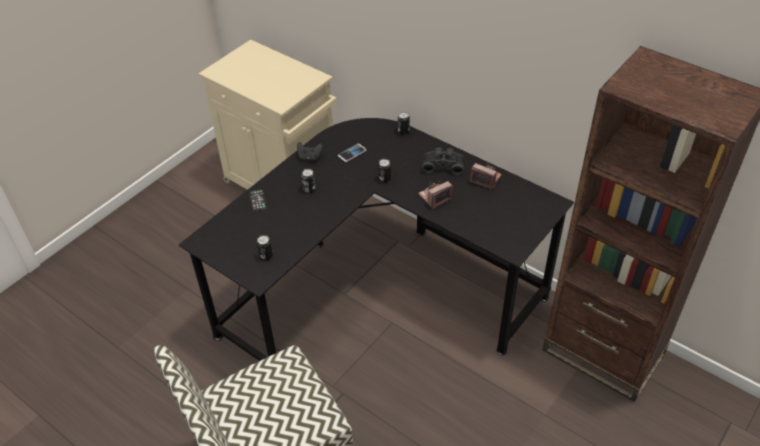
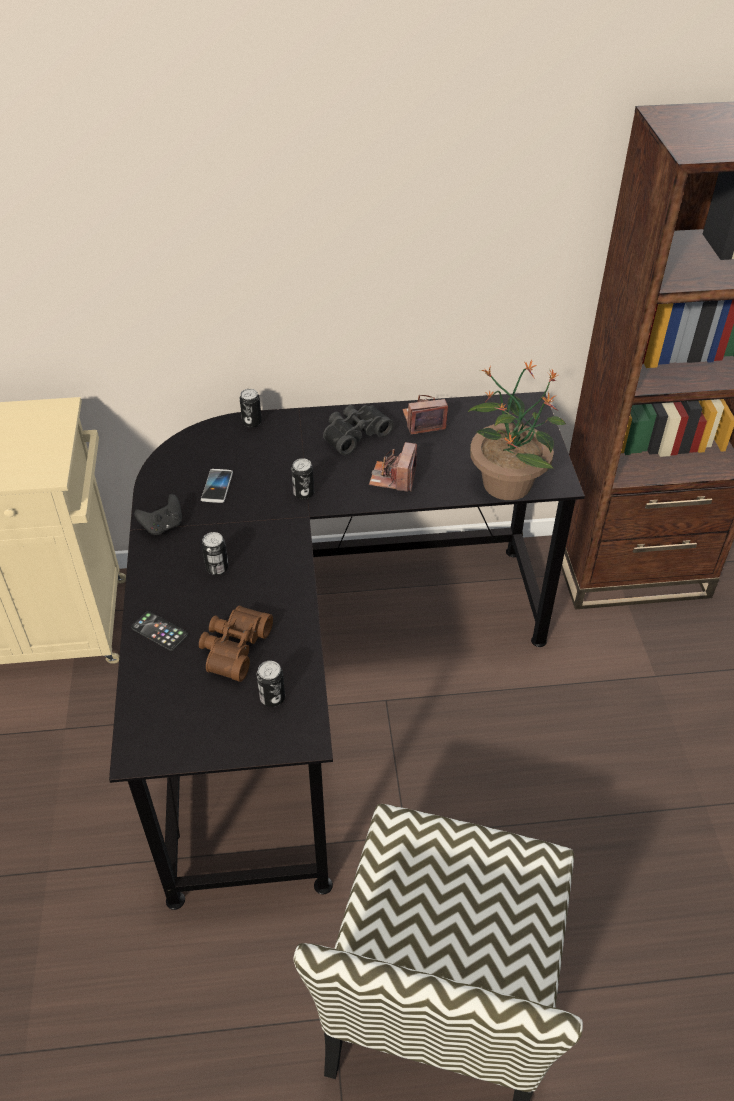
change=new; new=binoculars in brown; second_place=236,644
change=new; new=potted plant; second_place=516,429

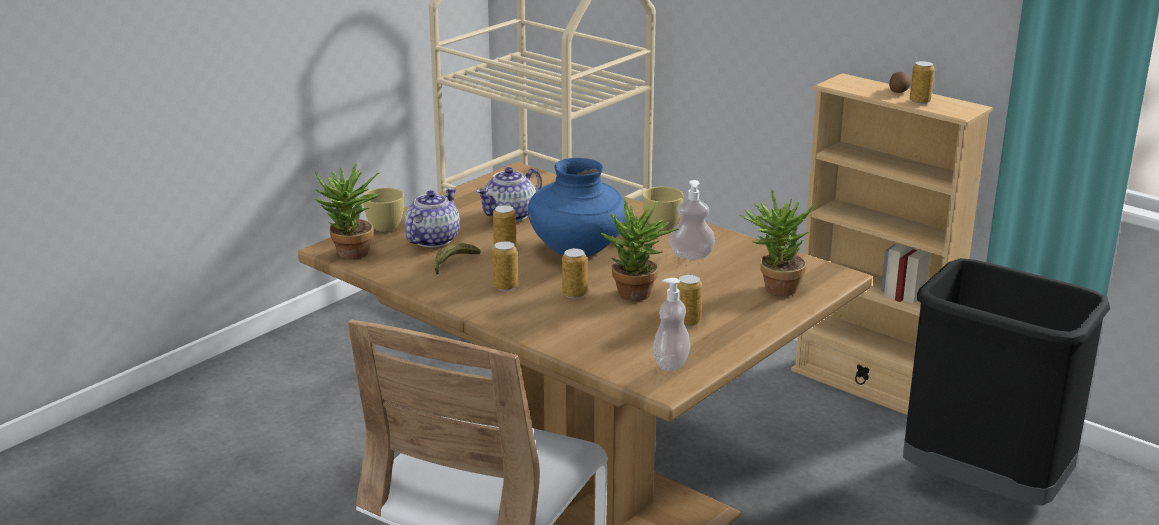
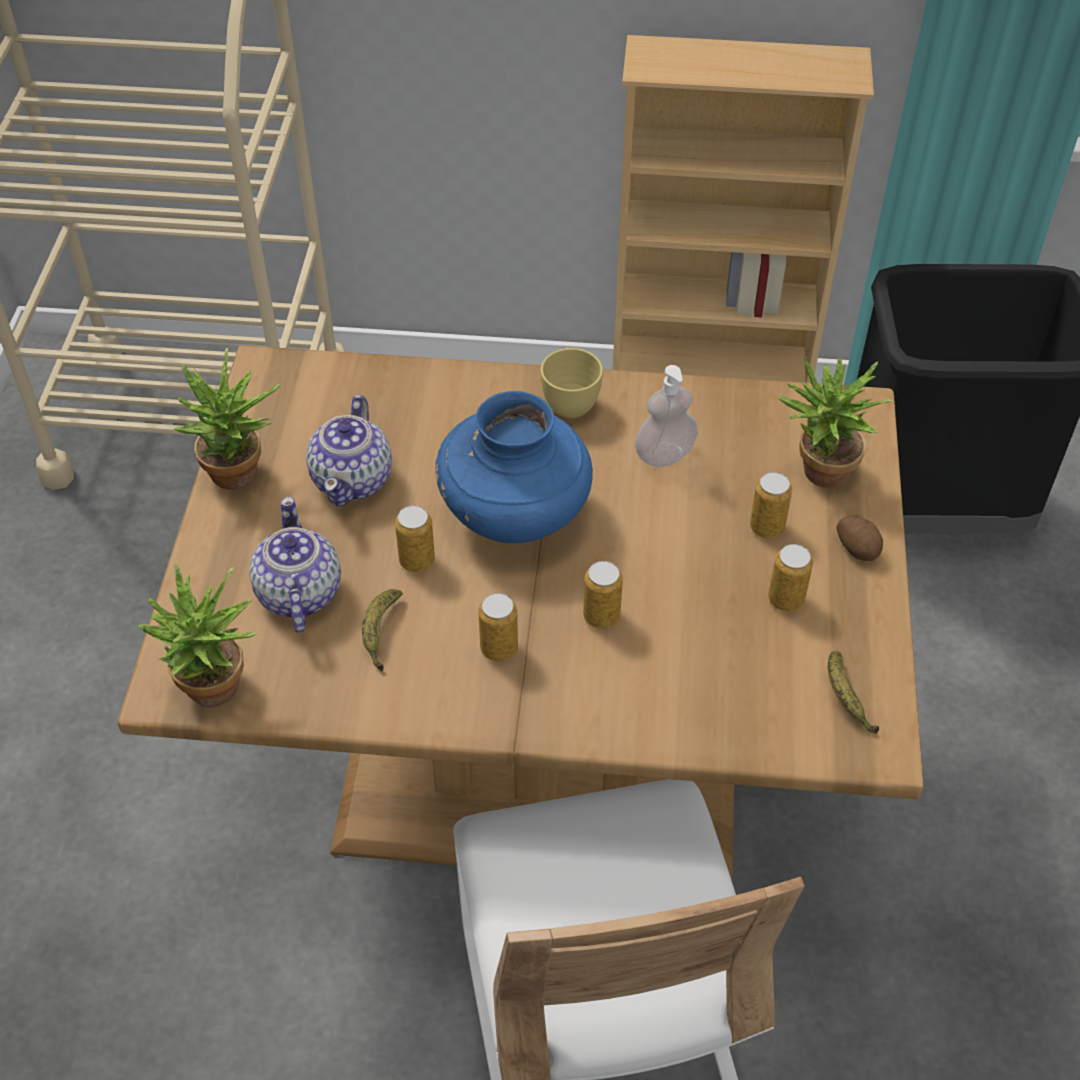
change=gone; old=cup in yellow; first_place=383,210
change=shifted; old=potted plant; first_place=640,249; second_place=227,419
change=shifted; old=potato; first_place=900,82; second_place=859,538
change=shifted; old=can; first_place=922,82; second_place=771,505
change=swapped; old=soap dispenser; new=banana; first_place=671,324; second_place=853,692

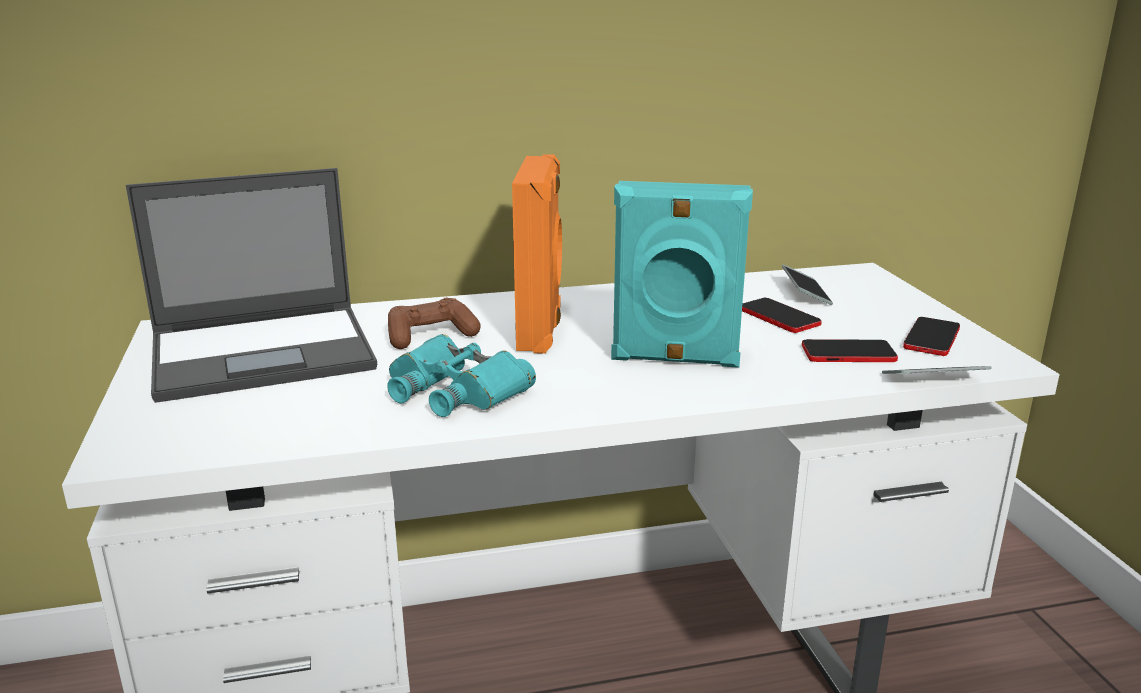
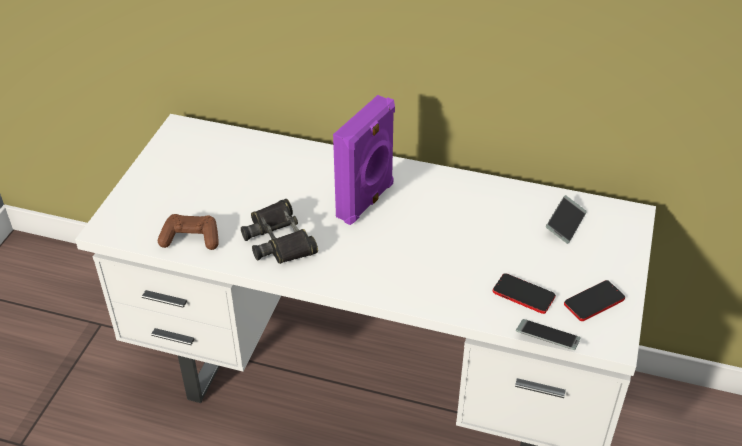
change=gone; old=laptop; first_place=251,285
change=gone; old=speaker in turquoise; first_place=682,274
change=gone; old=phone; first_place=782,315
change=shifted; old=game controller in brown; first_place=434,323; second_place=188,232
change=repainted; old=binoculars in turquoise; new=binoculars in black; first_place=461,375; second_place=279,231
change=repainted; old=speaker in orange; new=speaker in purple; first_place=537,254; second_place=364,160

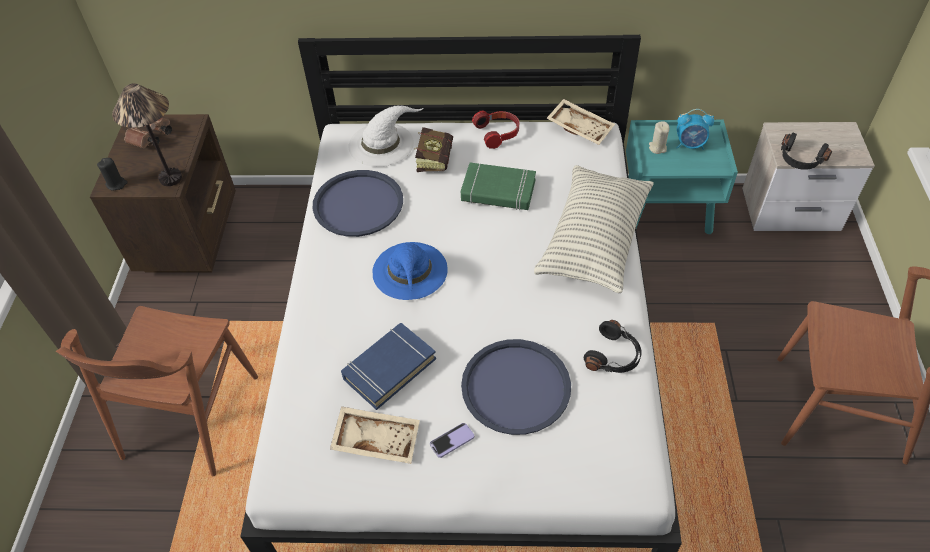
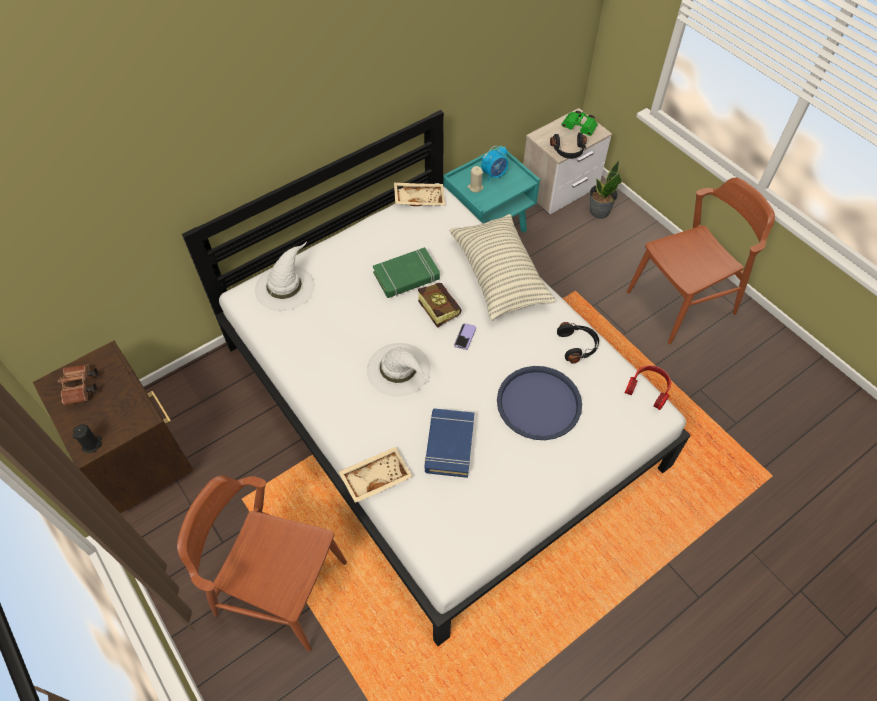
change=gone; old=table lamp; first_place=147,134
change=gone; old=tray in blue; first_place=358,203
change=new; new=binoculars in green; second_place=579,123
change=new; new=potted plant; second_place=606,190
change=shifted; old=tray in beige; first_place=375,435; second_place=375,475
change=shifted; old=book; first_place=433,149; second_place=440,305
change=shifted; old=phone; first_place=452,440; second_place=465,336
change=shifted; old=headphones; first_place=495,129; second_place=648,387
change=repainted; old=hat in blue; new=hat in white; first_place=410,271; second_place=399,370
change=rotated; old=chair in brown; first_place=157,391; second_place=262,563; degrees=135

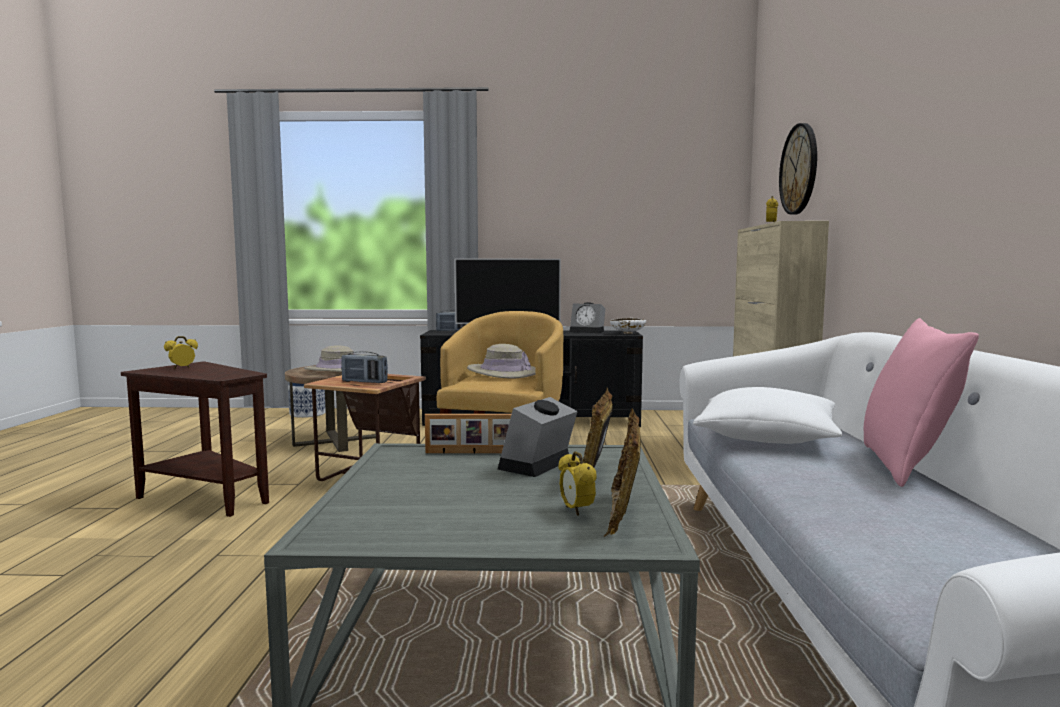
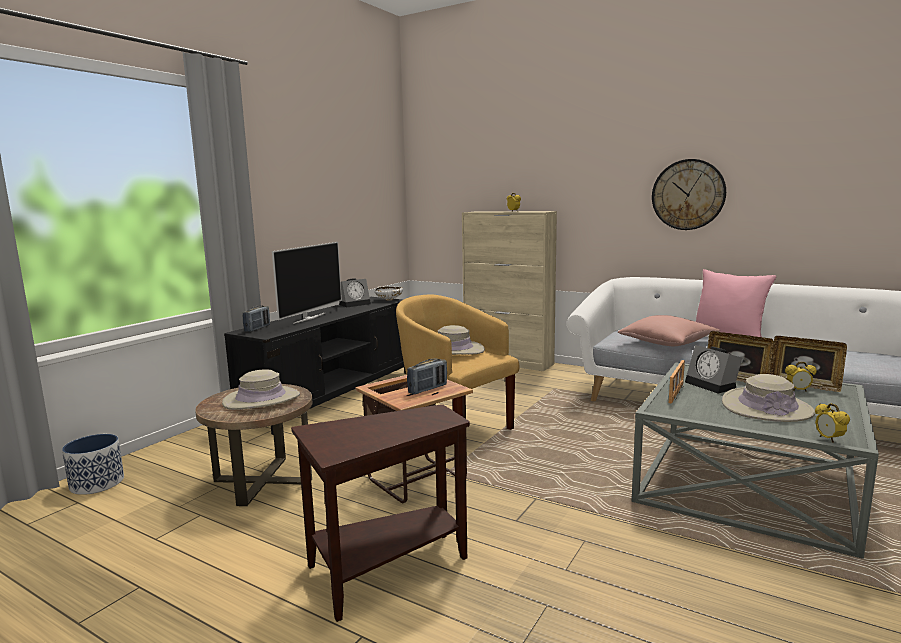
change=new; new=hat in beige; second_place=768,398
change=shifted; old=alarm clock; first_place=181,352; second_place=832,423
change=shifted; old=wall clock; first_place=798,169; second_place=689,194
change=repainted; old=pillow in white; new=pillow in pink; first_place=767,415; second_place=669,330

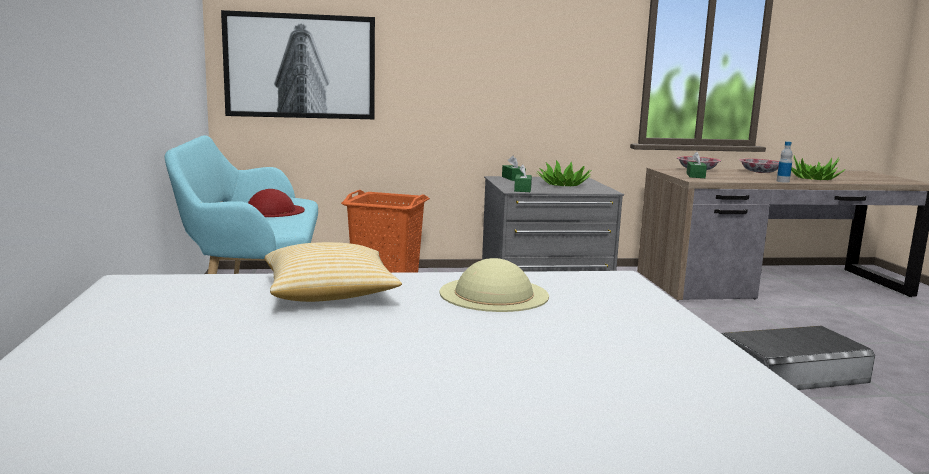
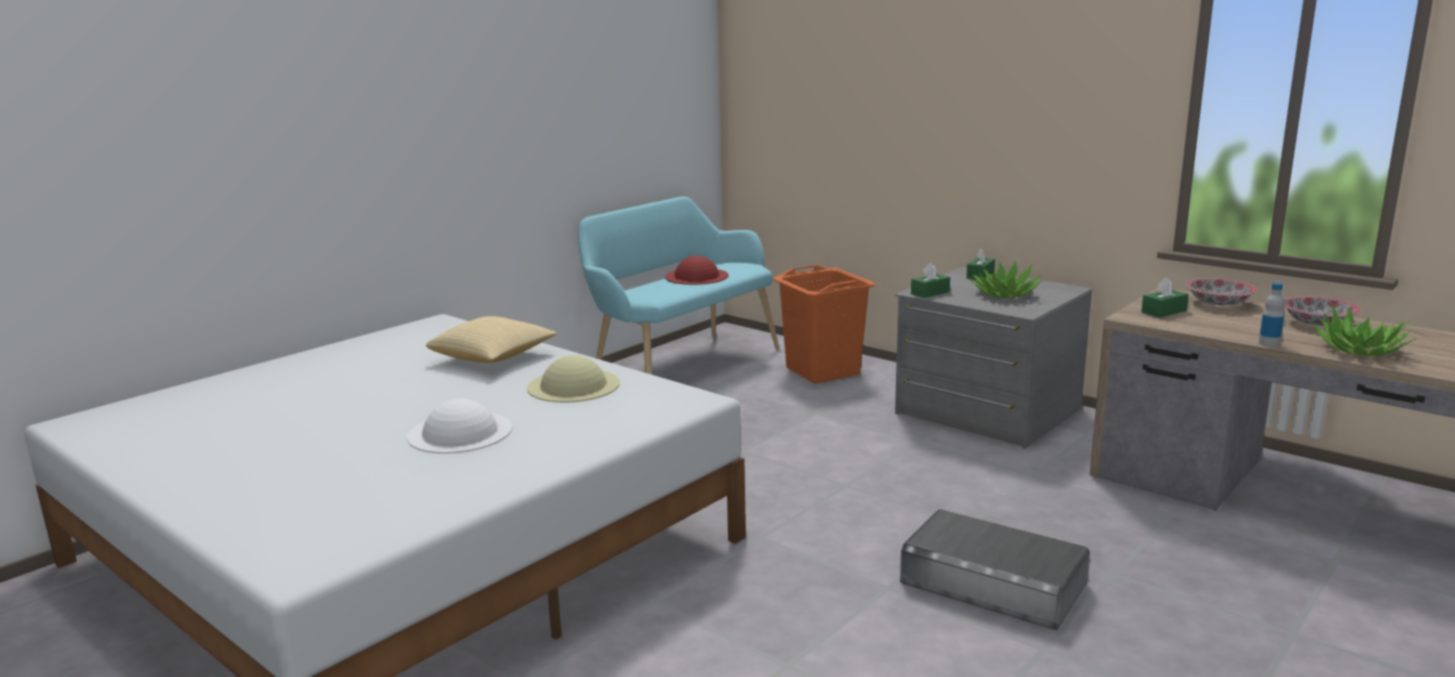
change=gone; old=picture; first_place=298,64
change=new; new=hat in white; second_place=459,426

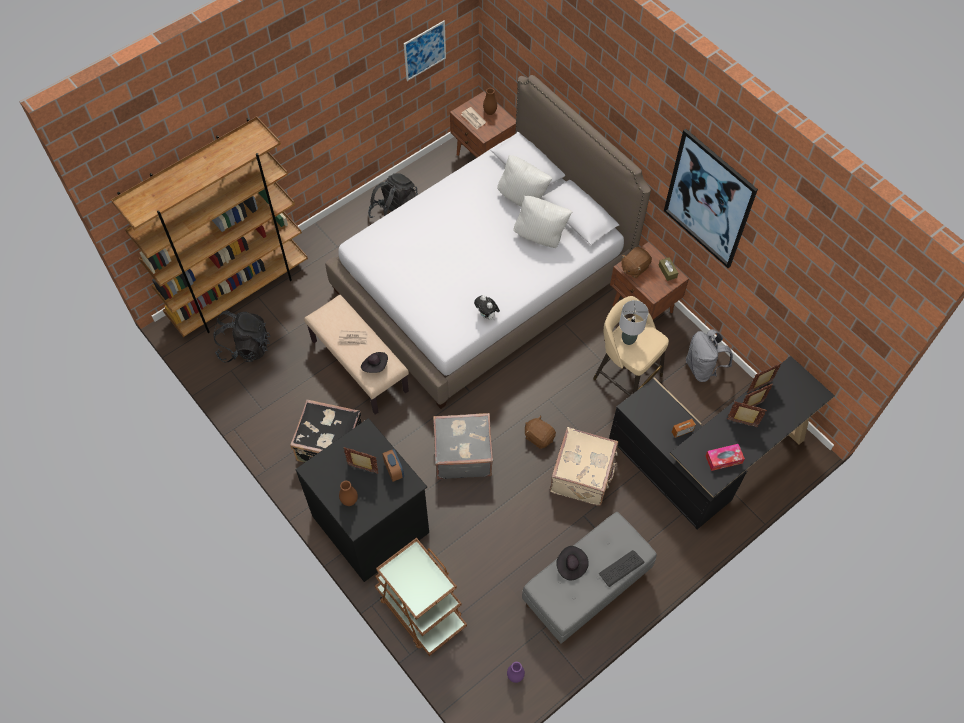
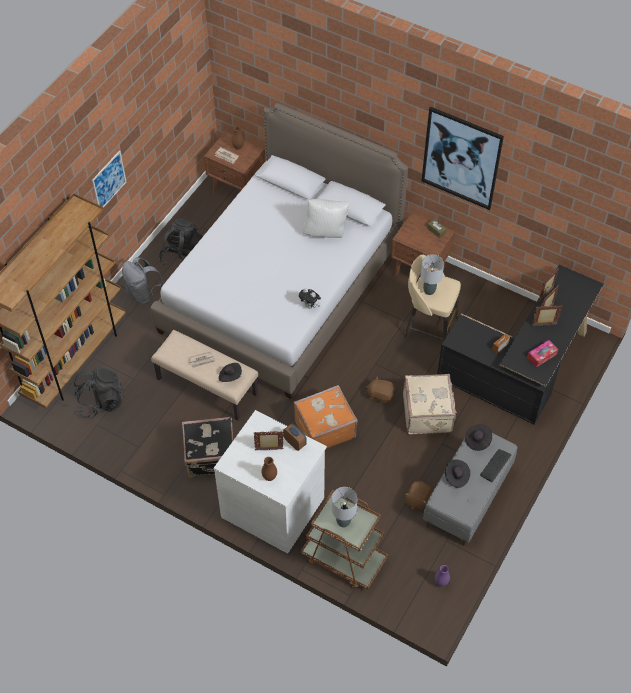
change=gone; old=pillow in white; first_place=524,181
change=new; new=table lamp in grey; second_place=344,507
change=new; new=hat in black; second_place=478,437
change=shifted; old=picture; first_place=425,51; second_place=109,179
change=shifted; old=plush toy in brown; first_place=636,262; second_place=418,495
change=shifted; old=backpack in grey; first_place=709,355; second_place=143,280
change=repainted; old=dresser in black; new=dresser in white; first_place=362,500; second_place=270,482
change=repainted; old=suitcase in grey; new=suitcase in orange; first_place=463,446; second_place=326,417

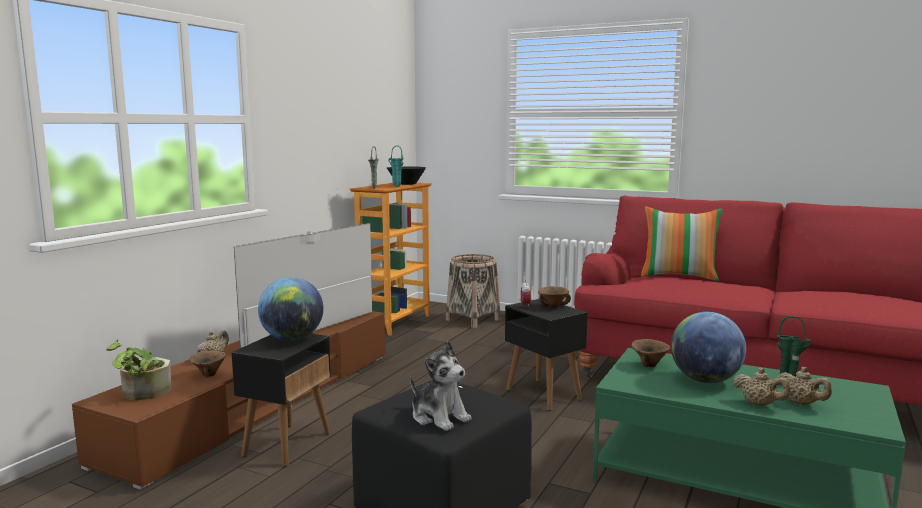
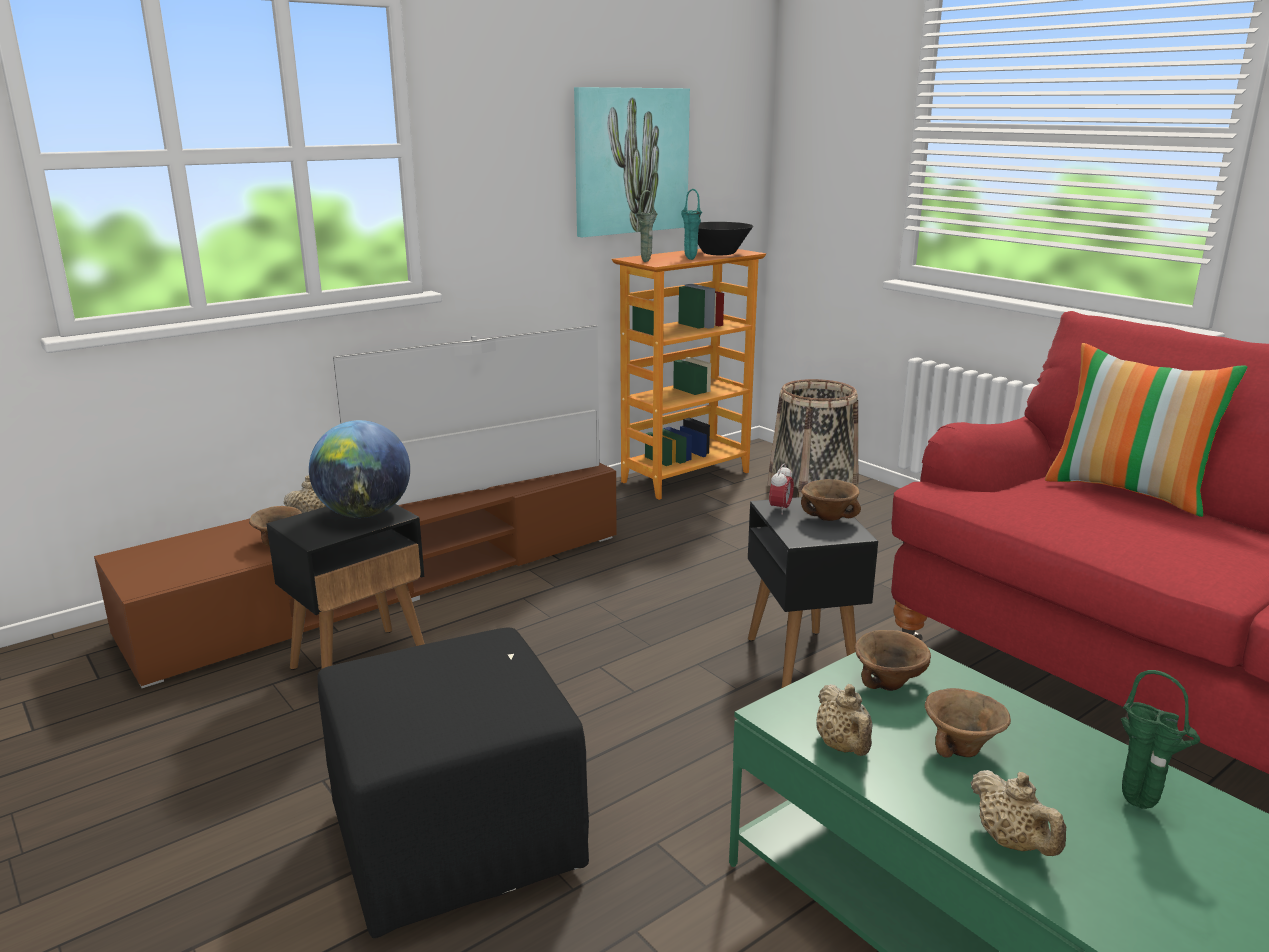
change=gone; old=potted plant; first_place=139,370
change=gone; old=plush toy; first_place=441,386
change=new; new=picture; second_place=632,162
change=shifted; old=teapot in beige; first_place=804,386; second_place=844,720
change=swapped; old=globe; new=bowl in brown; first_place=708,347; second_place=968,723

